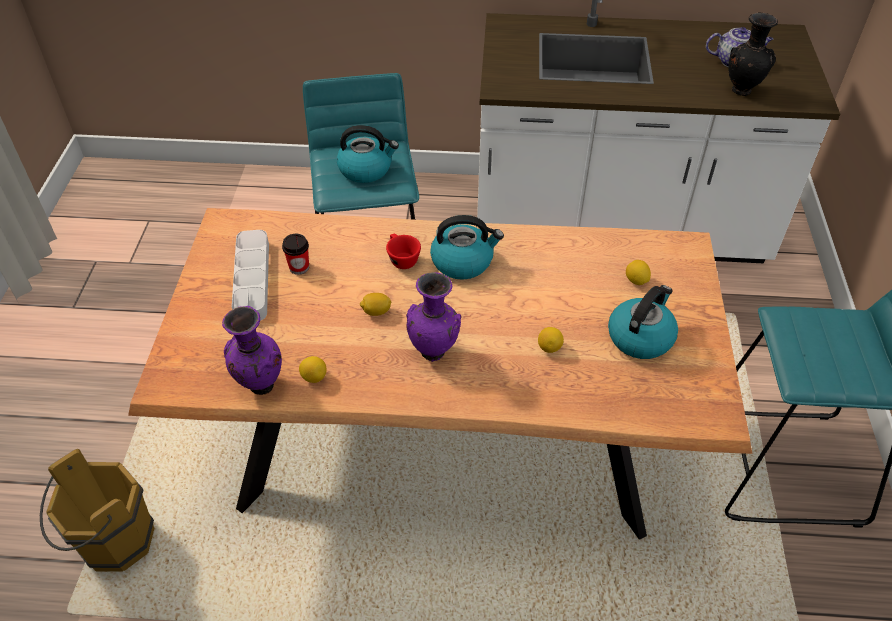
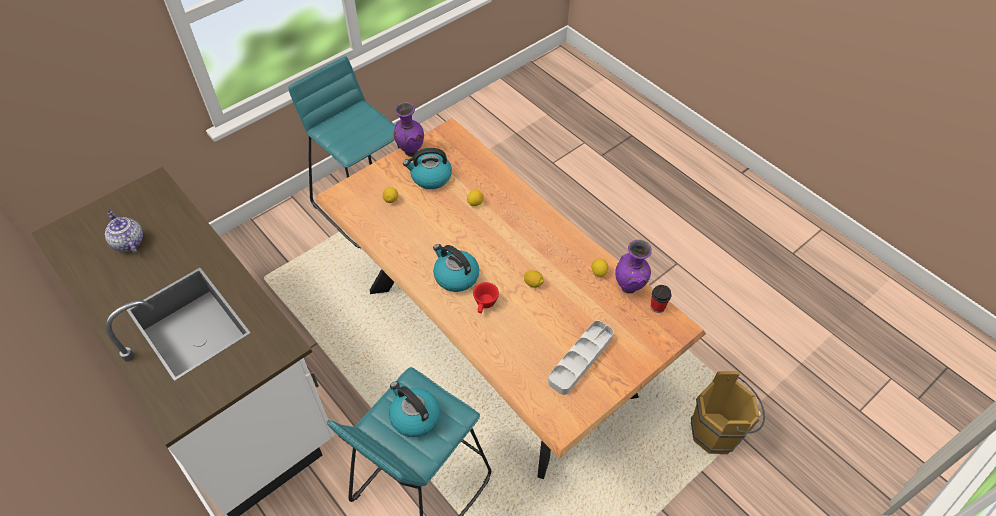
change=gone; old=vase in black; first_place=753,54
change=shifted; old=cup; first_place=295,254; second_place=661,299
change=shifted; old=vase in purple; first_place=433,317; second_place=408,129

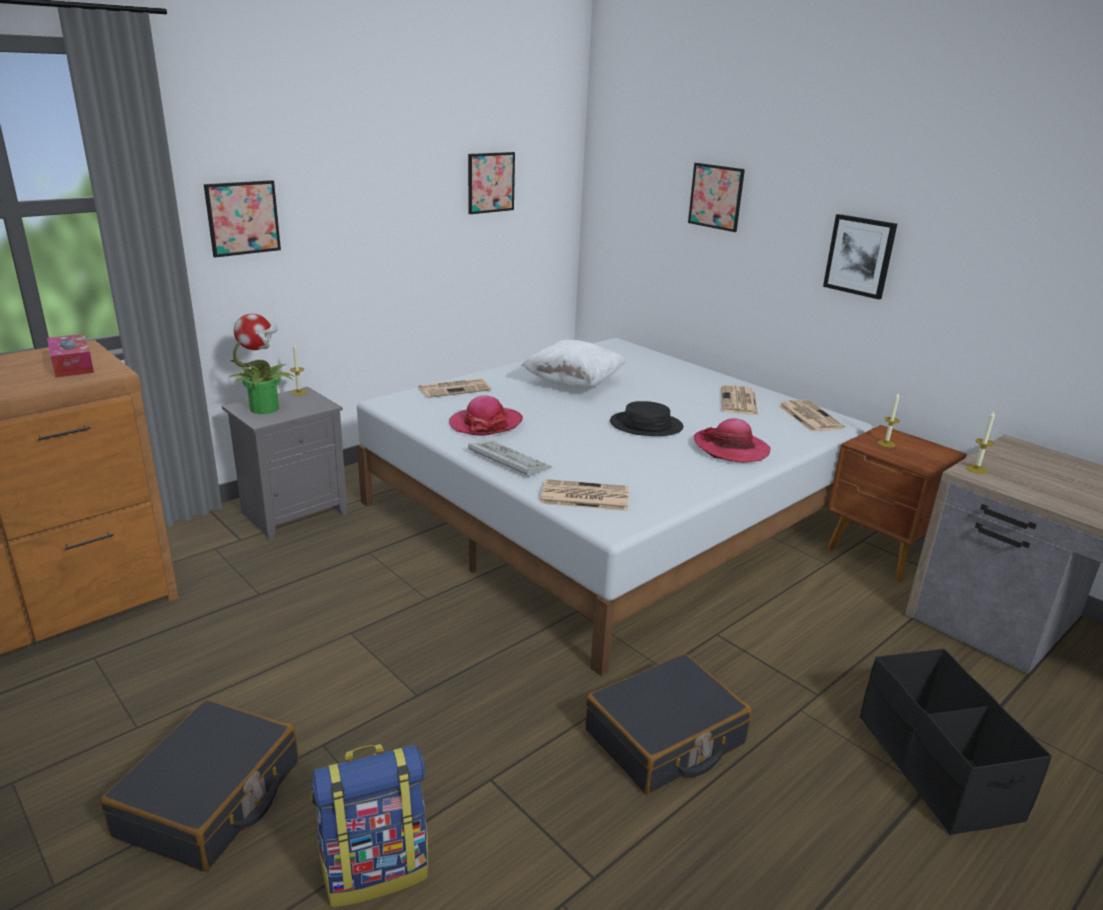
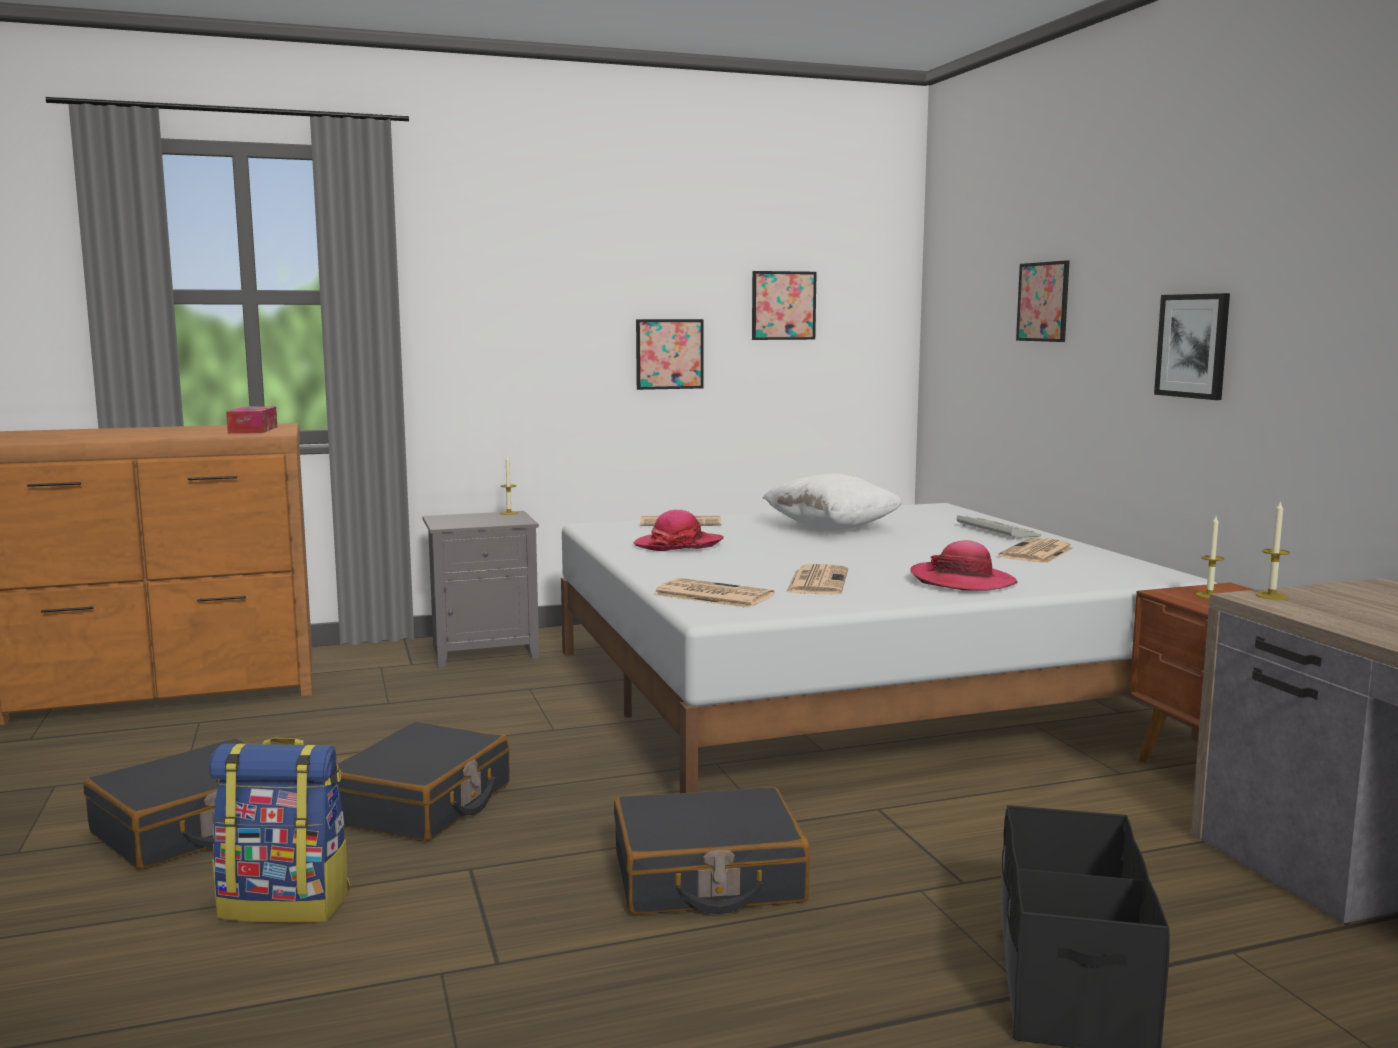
change=gone; old=potted plant; first_place=261,364
change=gone; old=hat in black; first_place=647,418
change=new; new=suitcase in black; second_place=423,782
change=shifted; old=picture; first_place=242,218; second_place=670,354
change=shifted; old=keyboard; first_place=510,459; second_place=999,527
change=shifted; old=newspaper; first_place=811,415; second_place=816,579

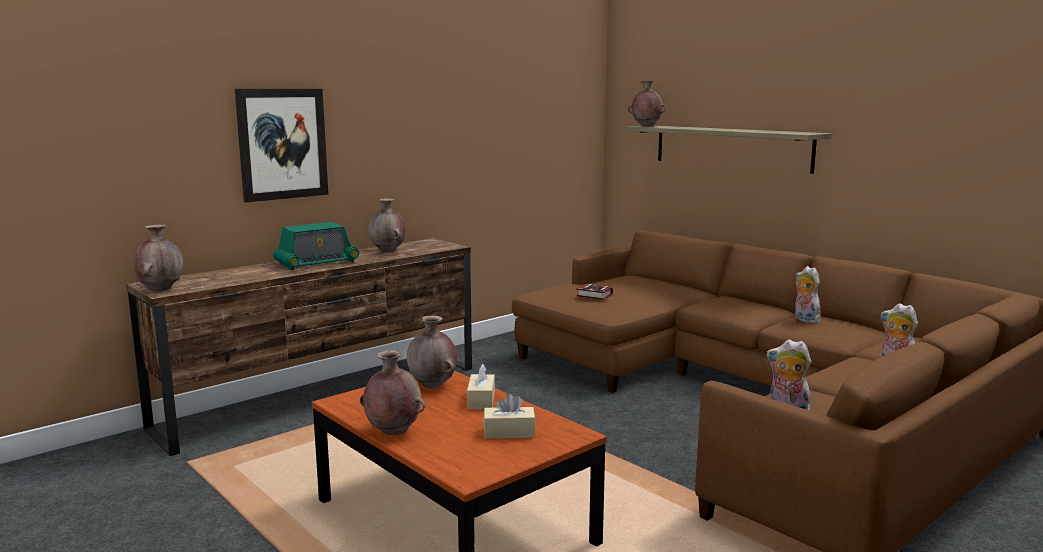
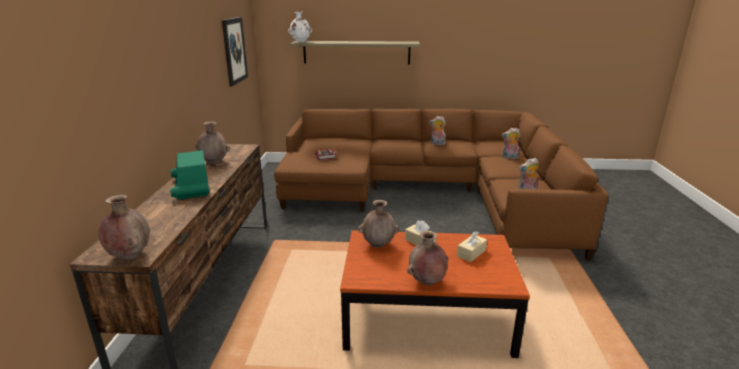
change=shifted; old=picture; first_place=281,145; second_place=235,51
change=repainted; old=vase in brown; new=vase in white; first_place=647,103; second_place=300,27
change=rotated; old=radio; first_place=316,246; second_place=190,175; degrees=150

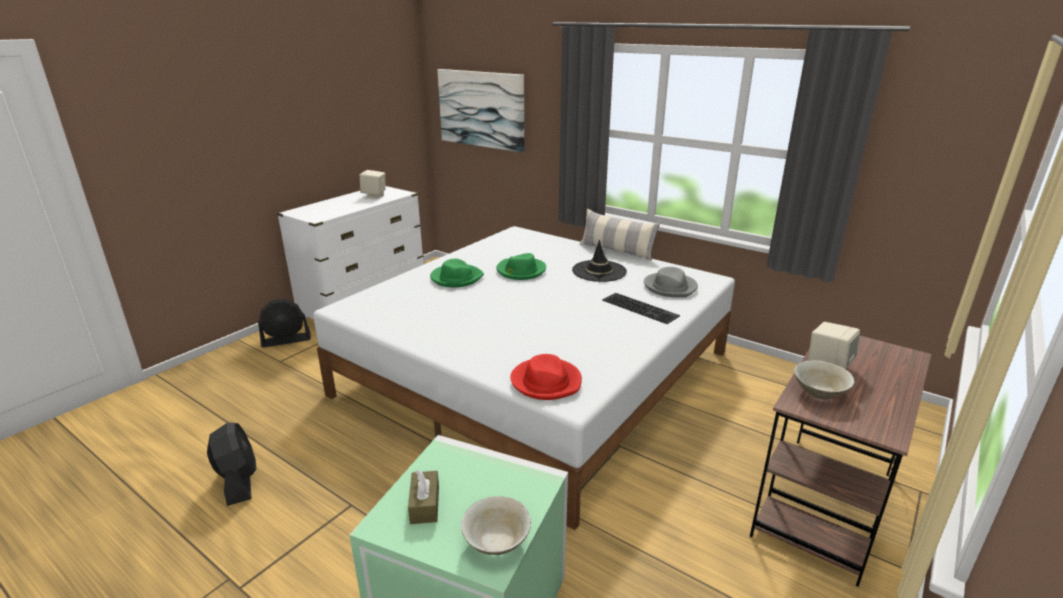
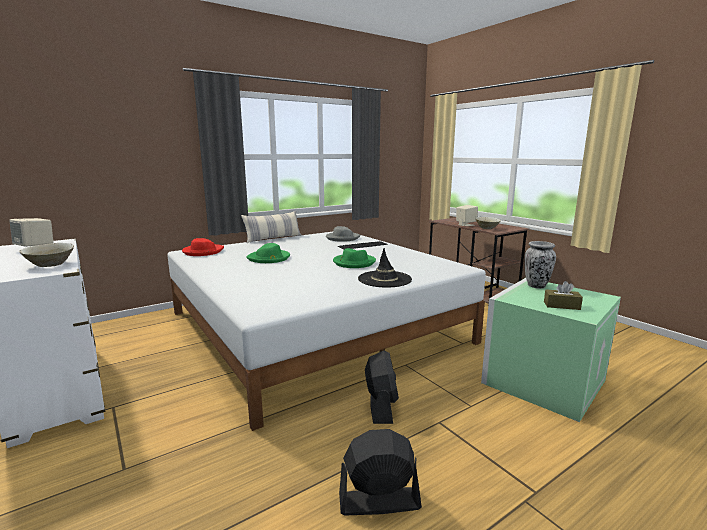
change=gone; old=picture; first_place=480,111
change=new; new=vase; second_place=540,265
change=shifted; old=fan in black; first_place=284,323; second_place=382,387
change=shifted; old=hat in green; first_place=457,273; second_place=354,258
change=shifted; old=bowl in beige; first_place=496,525; second_place=46,255
change=shifted; old=hat in red; first_place=546,377; second_place=203,247
change=shifted; old=hat in black; first_place=599,261; second_place=385,268

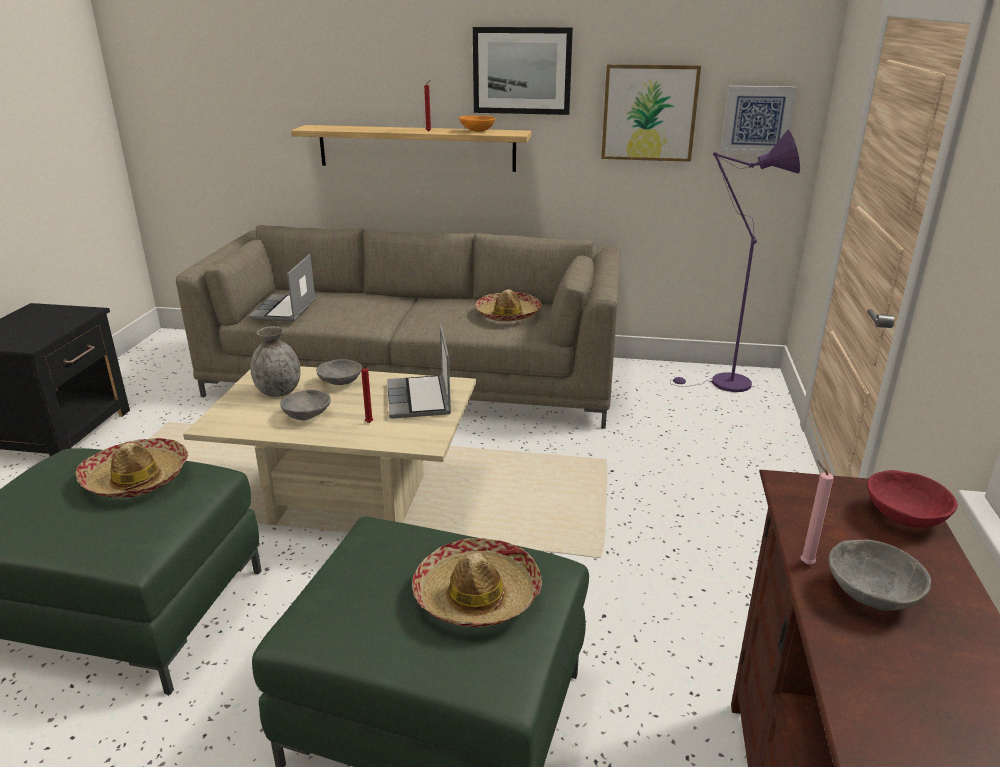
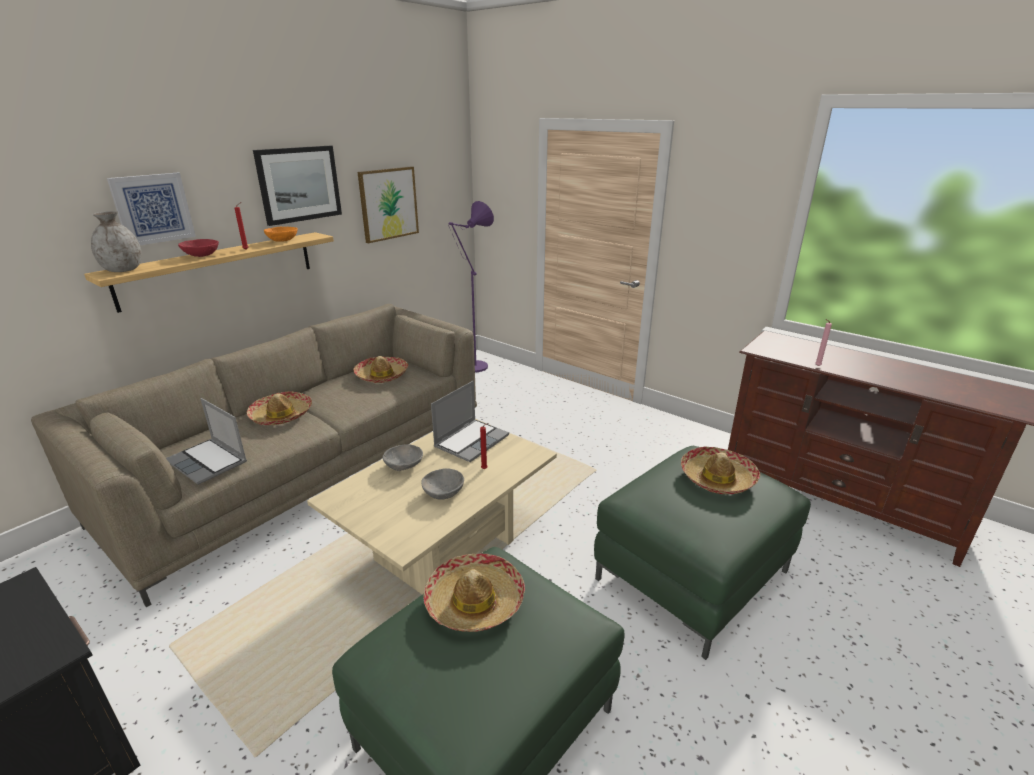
change=gone; old=bowl in grey; first_place=879,575
change=new; new=hat; second_place=279,408
change=shifted; old=vase in grey; first_place=275,361; second_place=116,241
change=shifted; old=picture; first_place=759,120; second_place=151,209
change=shifted; old=bowl in red; first_place=912,499; second_place=198,248
change=rotated; old=laptop; first_place=419,371; second_place=470,421; degrees=-75

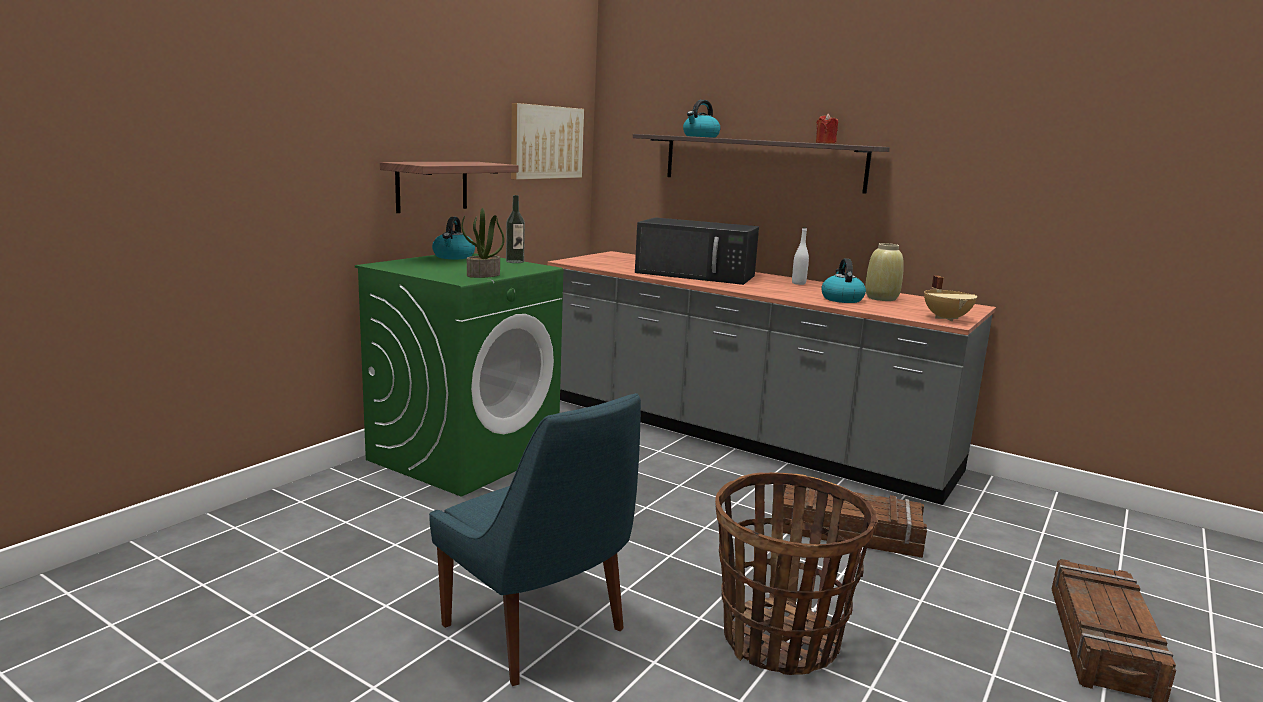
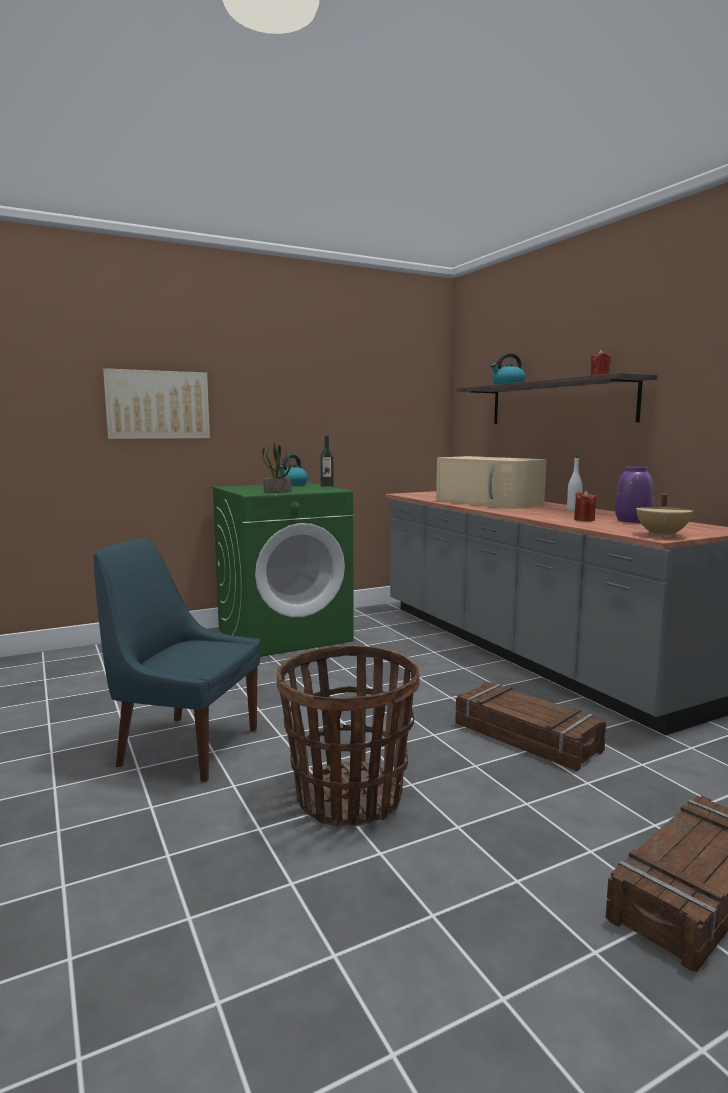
change=gone; old=shelf; first_place=449,187
change=shifted; old=picture; first_place=547,141; second_place=156,403
change=swapped; old=kettle; new=candle in red; first_place=843,281; second_place=585,505
change=repainted; old=microwave in black; new=microwave in beige; first_place=697,251; second_place=491,482
change=repainted; old=vase in beige; new=vase in purple; first_place=884,272; second_place=634,494
change=rotated; old=chair in blue; first_place=535,539; second_place=176,660; degrees=120

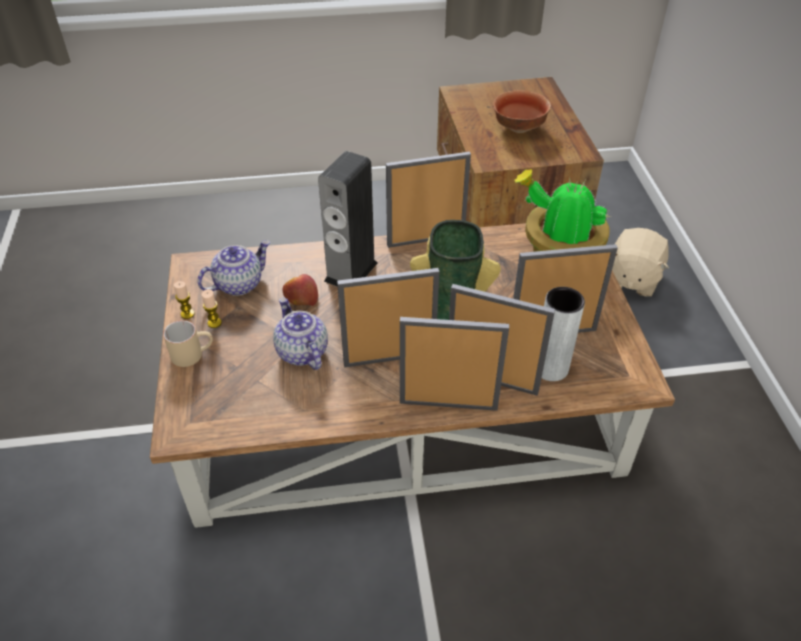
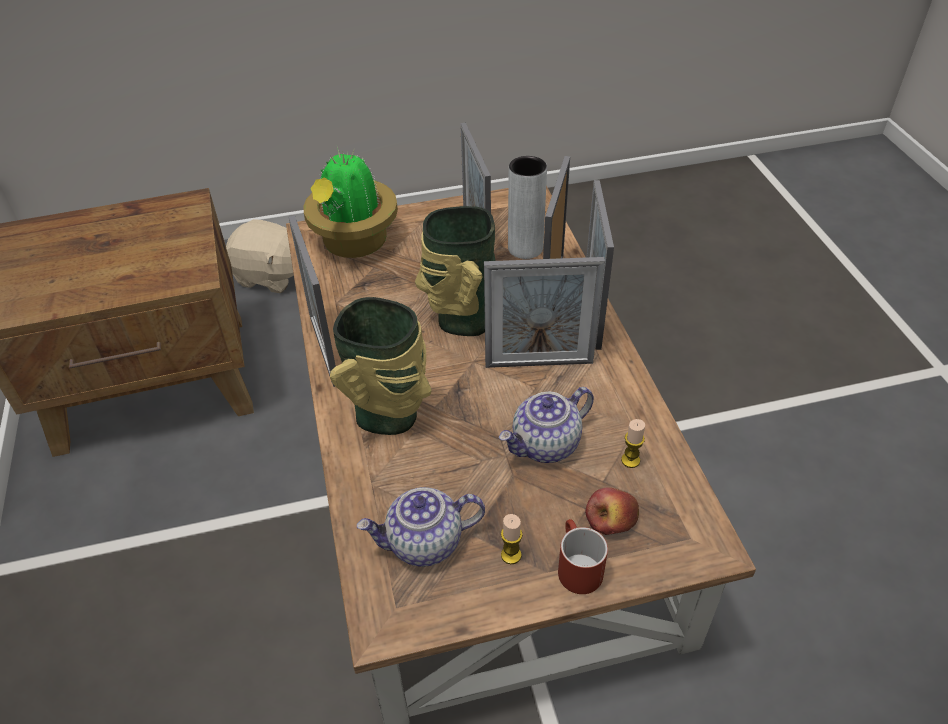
change=gone; old=bowl; first_place=522,111
change=shifted; old=candle; first_place=184,300; second_place=633,443
change=shifted; old=apple; first_place=300,290; second_place=612,511
change=swapped; old=speaker; new=vase; first_place=347,219; second_place=381,366
change=repainted; old=mug in beige; new=mug in red; first_place=188,343; second_place=583,556
change=rotated; old=teapot; first_place=234,268; second_place=421,527; degrees=-60
change=rotated; old=picture frame; first_place=388,317; second_place=544,312; degrees=-75

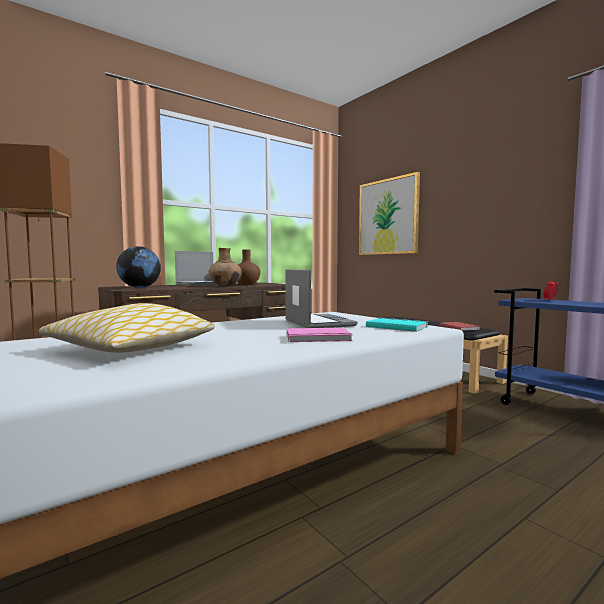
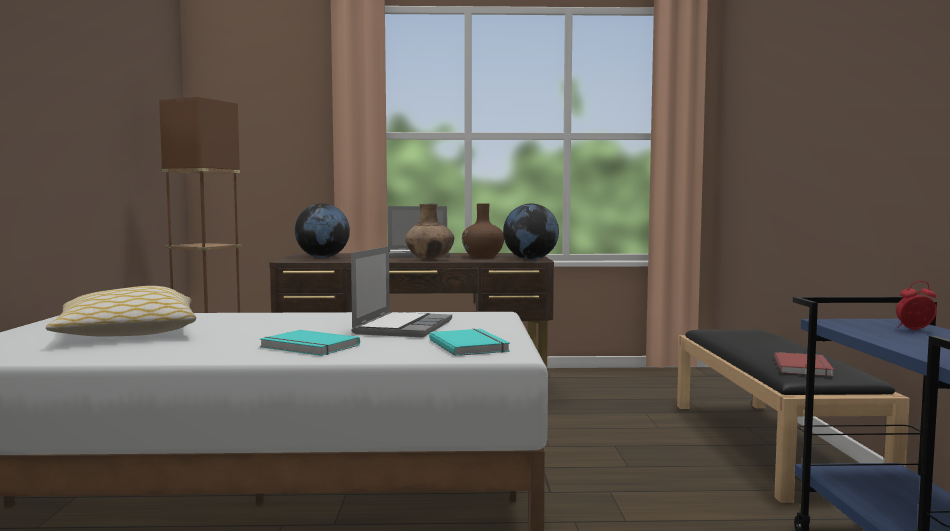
change=gone; old=picture; first_place=389,213
change=new; new=globe; second_place=531,232
change=repainted; old=book in pink; new=book in turquoise; first_place=320,335; second_place=310,343

